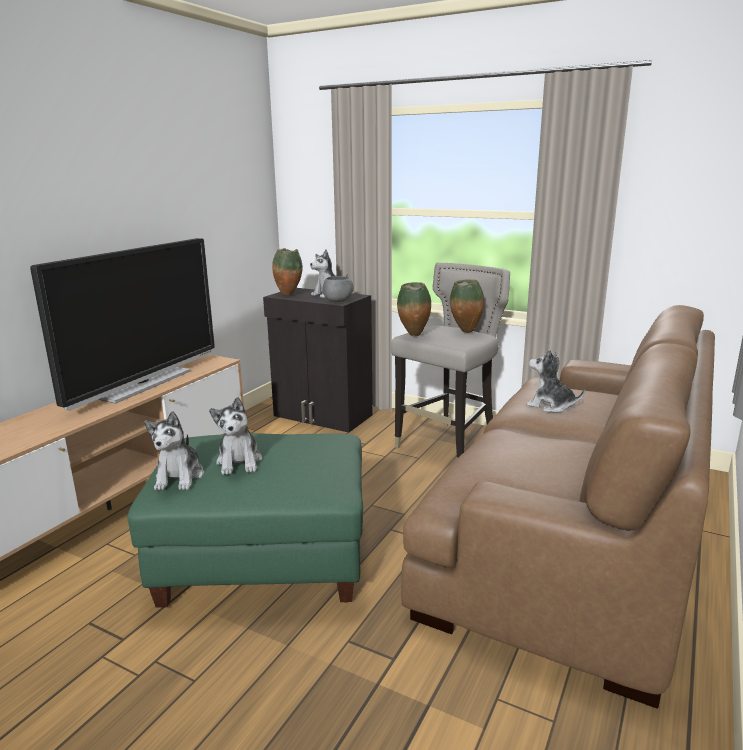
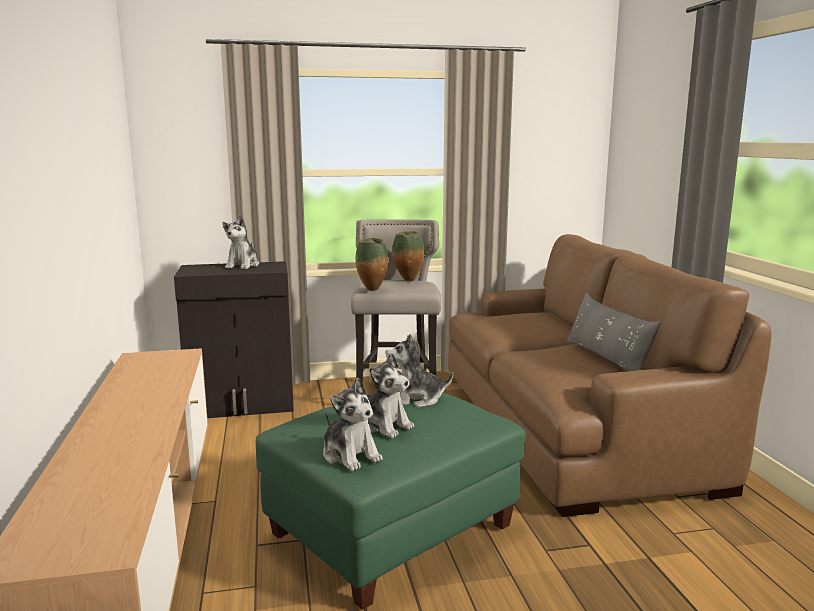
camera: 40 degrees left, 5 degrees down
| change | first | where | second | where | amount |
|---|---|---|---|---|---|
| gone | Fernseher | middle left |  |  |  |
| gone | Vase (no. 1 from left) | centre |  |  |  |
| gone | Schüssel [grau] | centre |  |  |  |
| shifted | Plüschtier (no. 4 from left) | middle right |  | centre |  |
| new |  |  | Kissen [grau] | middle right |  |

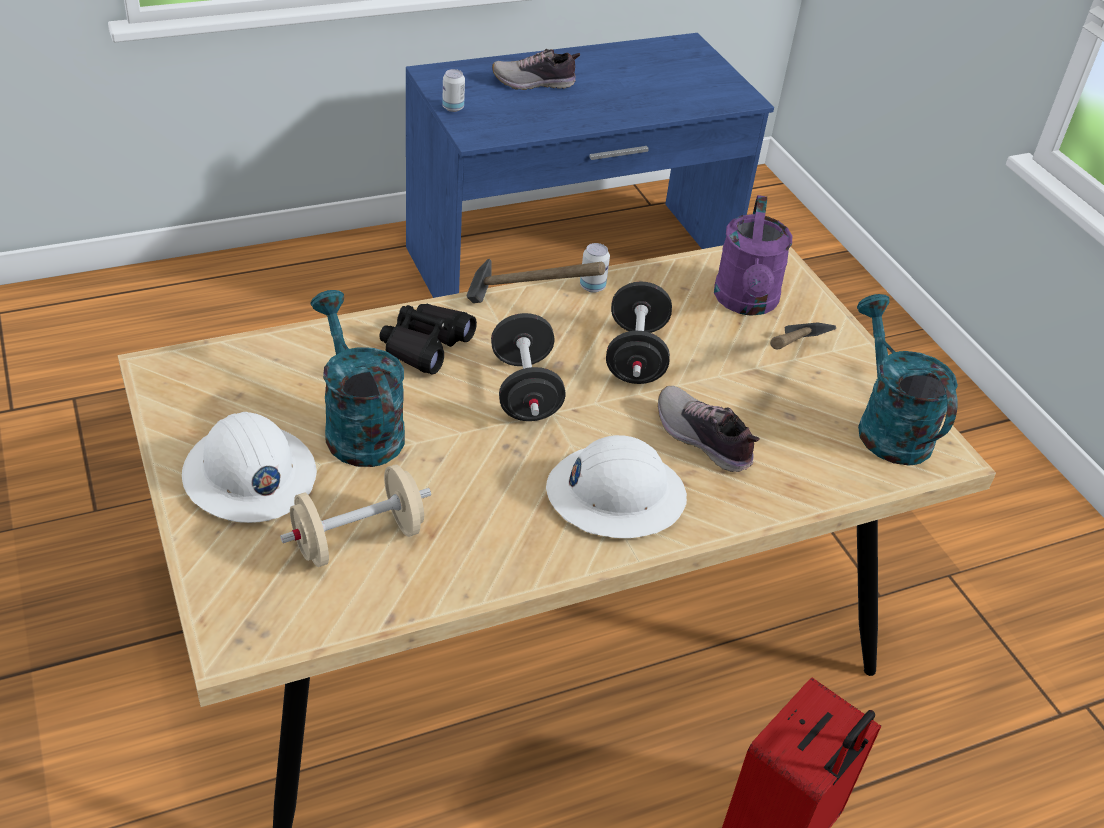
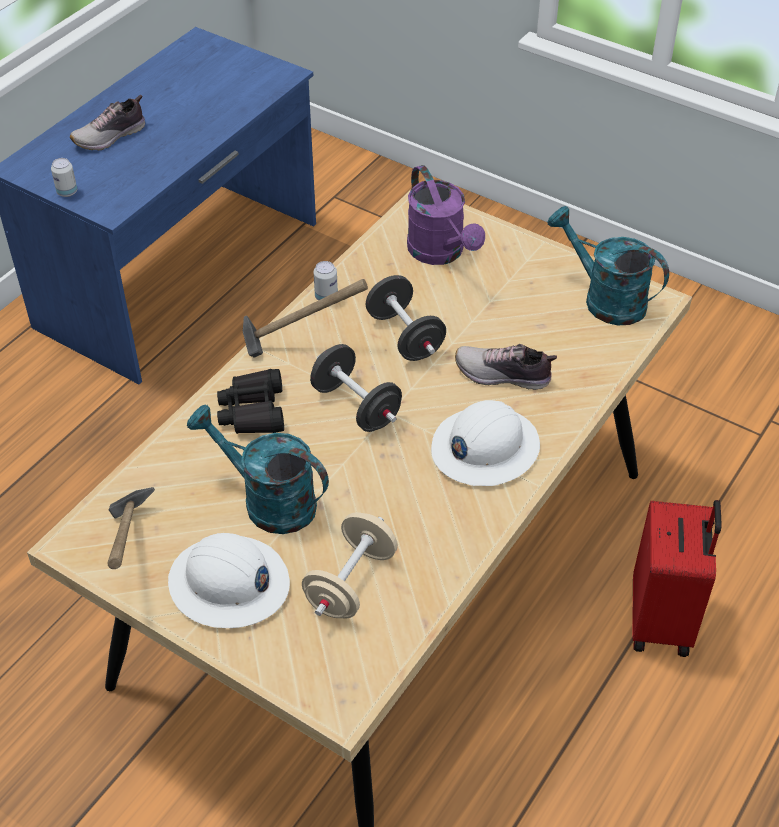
camera: 30 degrees left, 5 degrees up
| change | first | where | second | where | amount |
|---|---|---|---|---|---|
| shifted | Hammer (no. 2 from left in the first image) | middle right | Hammer (no. 1 from left) | middle left |  |

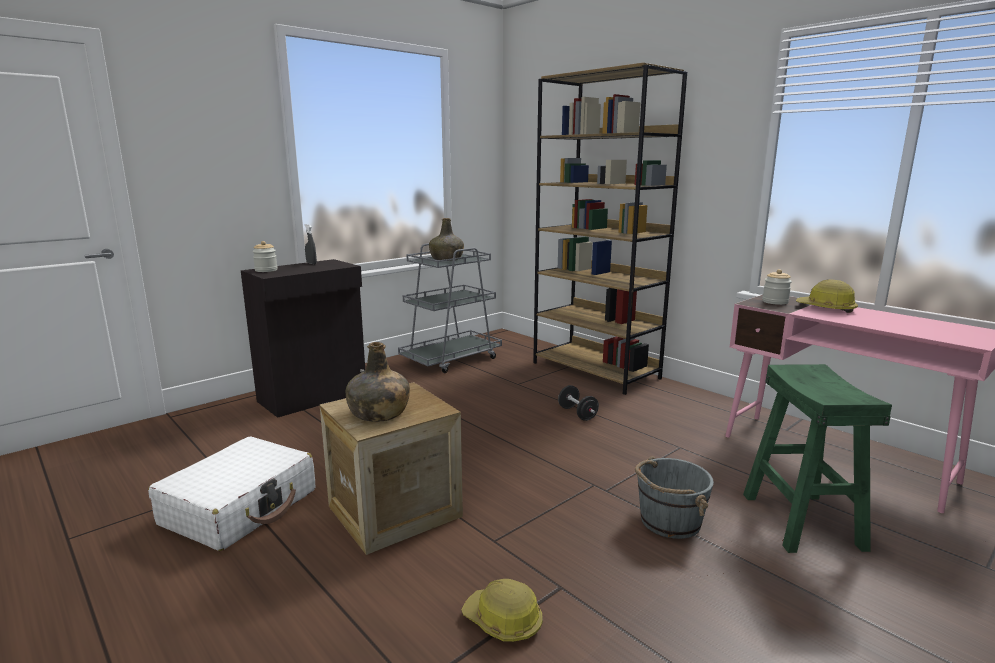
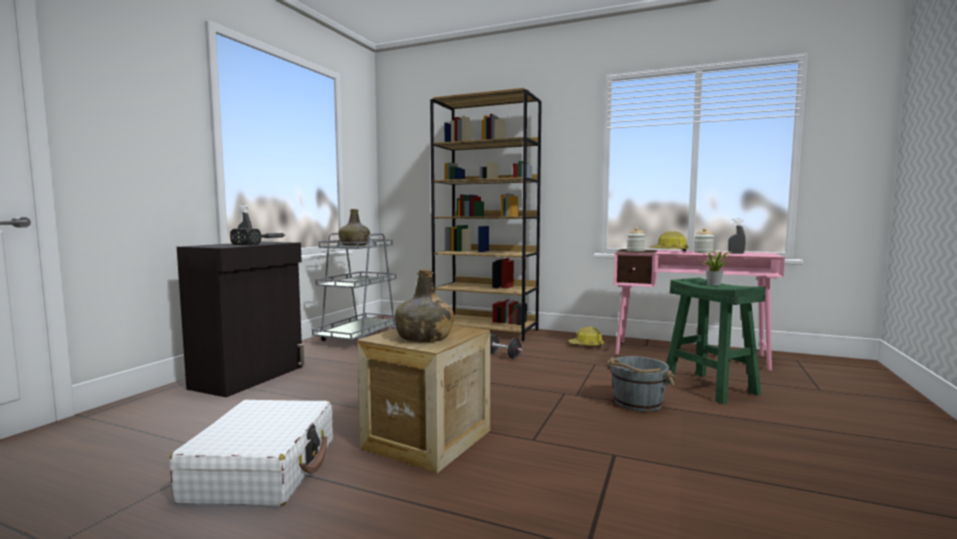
camera: 25 degrees left, 10 degrees down
| change | first | where | second | where | amount |
|---|---|---|---|---|---|
| shifted | Vorratsglas (no. 1 from left in the first image) | middle left | Vorratsglas (no. 2 from left) | middle right |  |
| shifted | Schutzhelm (no. 1 from left) | bottom centre |  | centre |  |
| new |  |  | Hammer | middle left |  |
| new |  |  | Topfpflanze | middle right |  |
| new |  |  | Sprühflasche [grau] (no. 2 from left) | middle right |  |

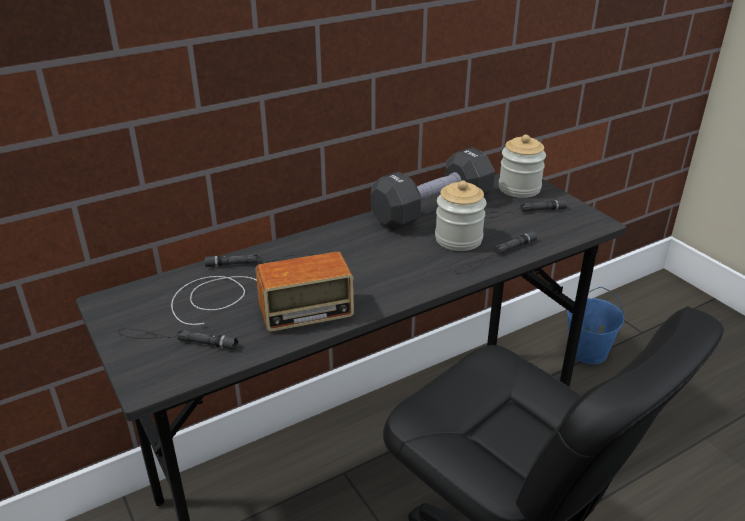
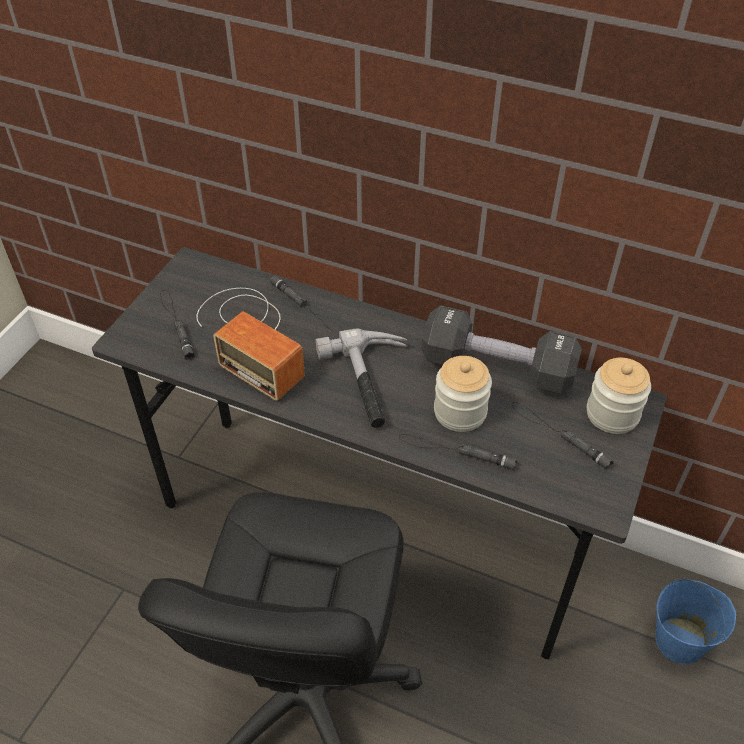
camera: 55 degrees right, 15 degrees up
| change | first | where | second | where | amount |
|---|---|---|---|---|---|
| new |  |  | Hammer | centre |  |

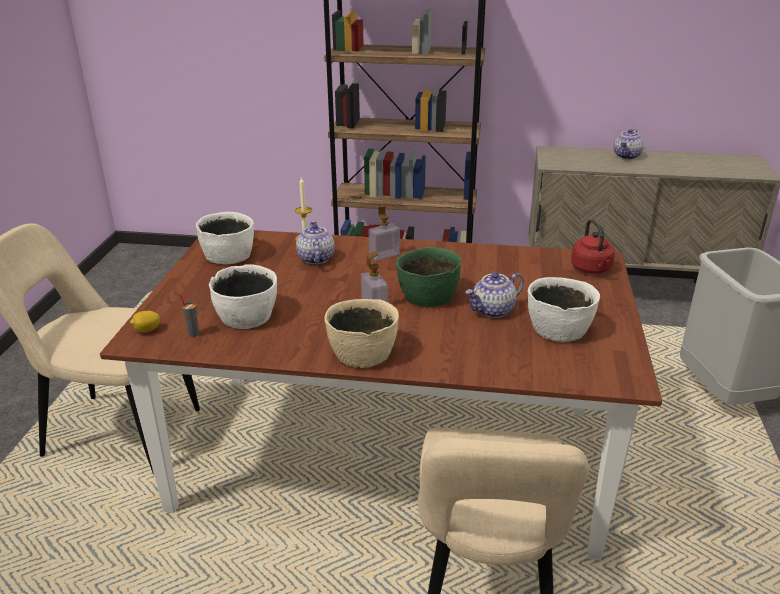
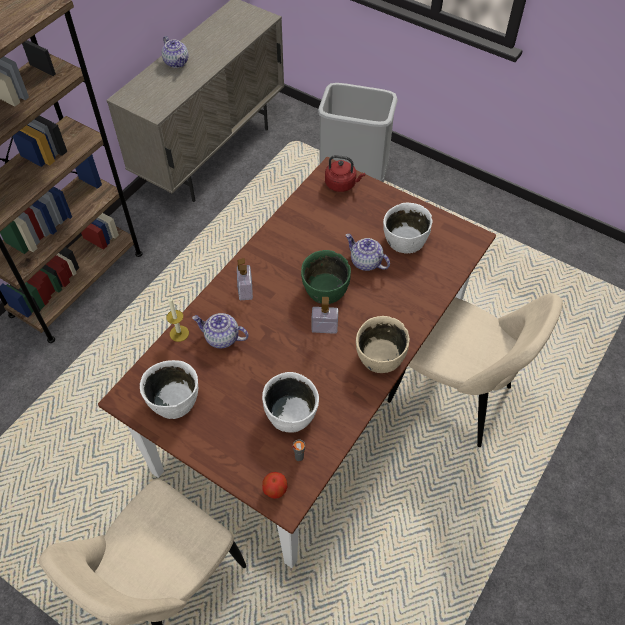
camera: 65 degrees left, 25 degrees up
| change | first | where | second | where | amount |
|---|---|---|---|---|---|
| swapped | Zitrone | middle left | Apfel | bottom centre |  |
| rotated | Teekanne (no. 2 from left in the first image) | centre | Teekanne (no. 3 from left) | centre | 135 degrees clockwise |

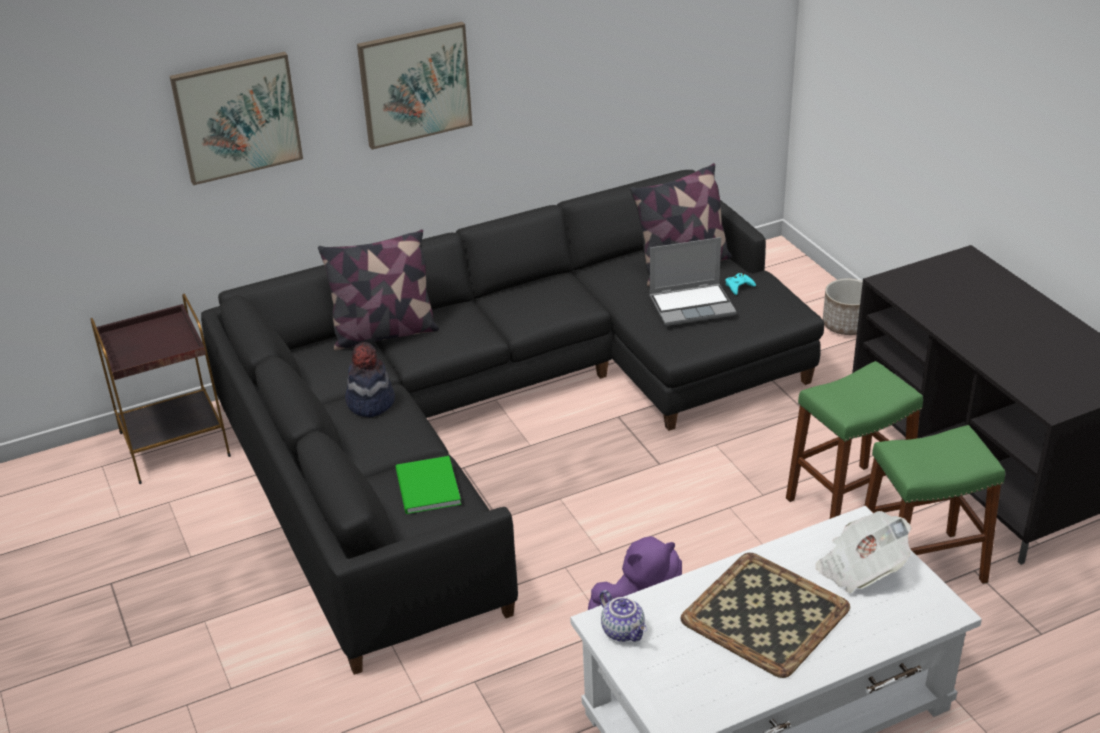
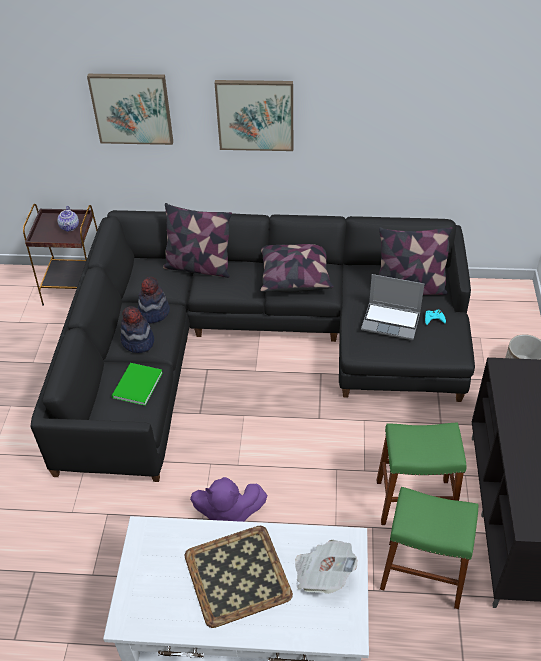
camera: 30 degrees right, 10 degrees up
| change | first | where | second | where | amount |
|---|---|---|---|---|---|
| shifted | Teekanne | bottom centre |  | top left |  |
| new |  |  | Hut (no. 1 from left) | middle left |  |
| new |  |  | Kissen (no. 2 from left) | centre |  |

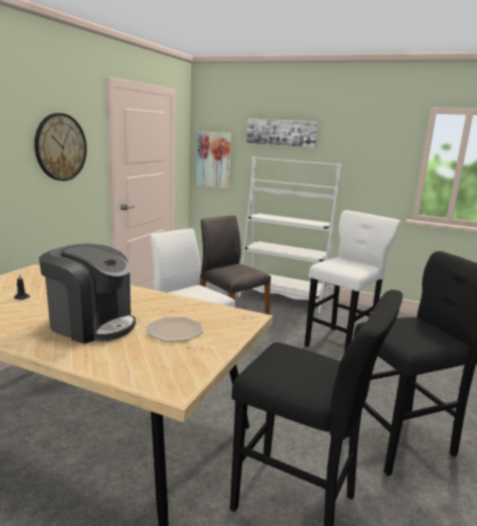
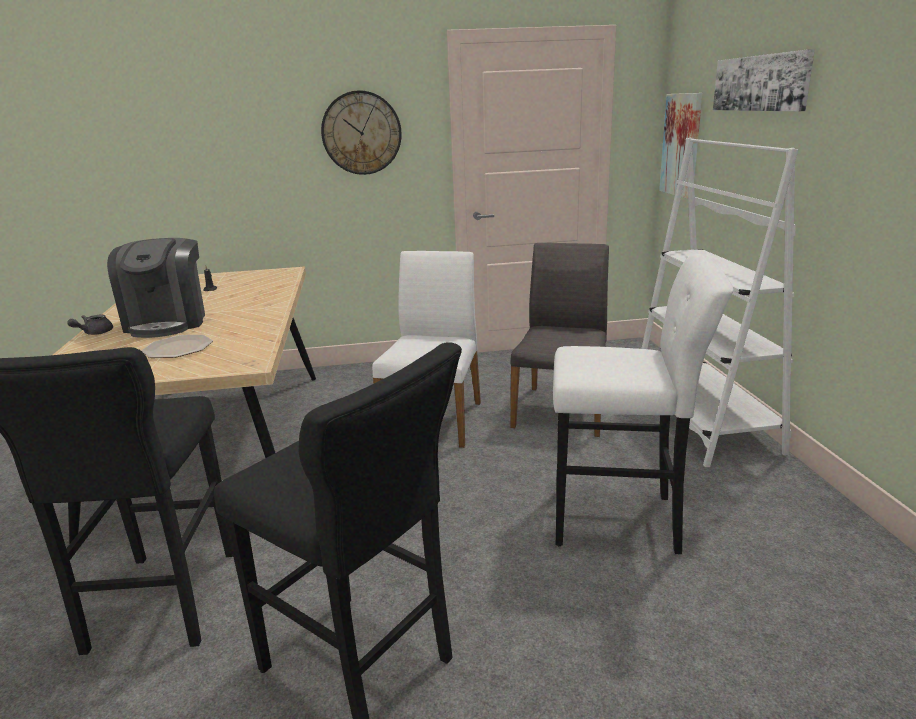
camera: 60 degrees right, 5 degrees up
| change | first | where | second | where | amount |
|---|---|---|---|---|---|
| new |  |  | Teekanne [grau] | middle left |  |

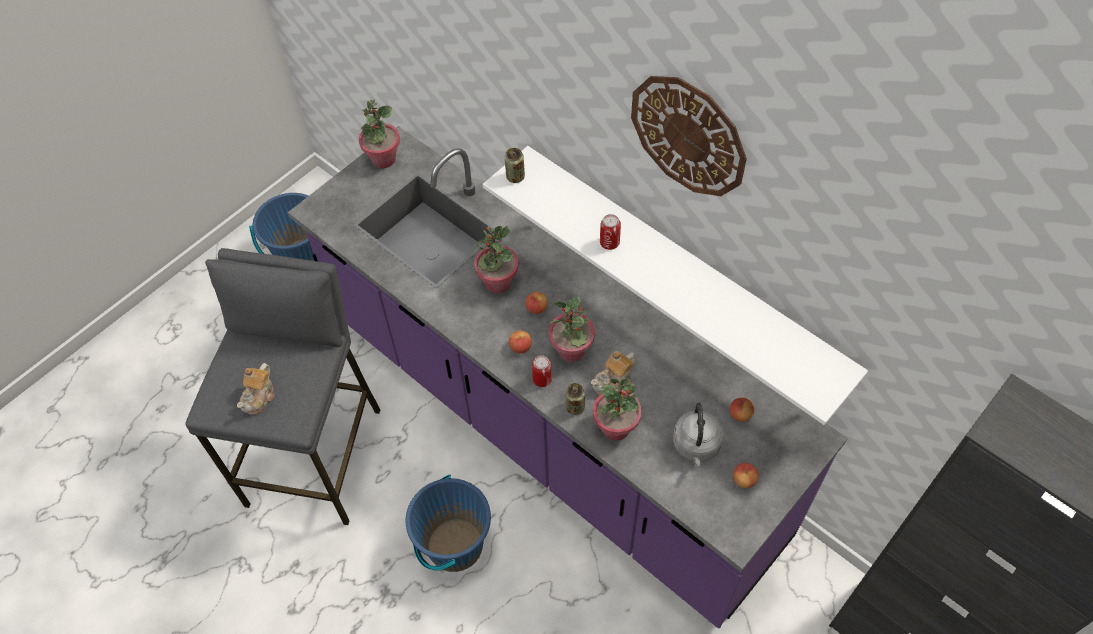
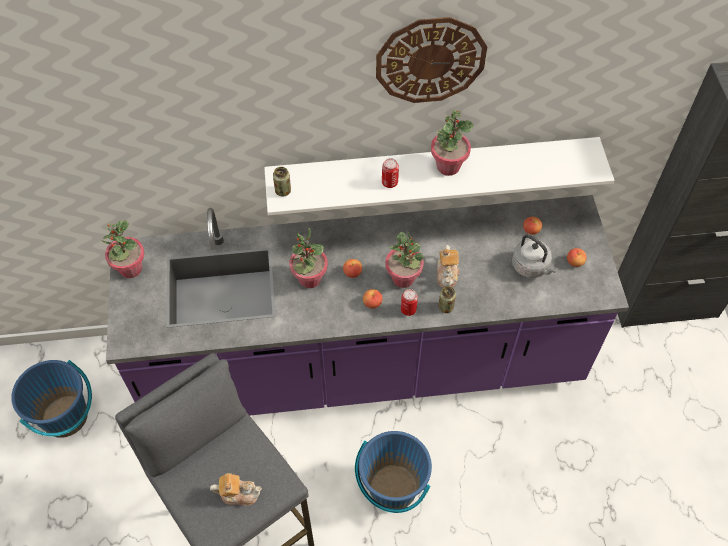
camera: 50 degrees left, 0 degrees up
| change | first | where | second | where | amount |
|---|---|---|---|---|---|
| rotated | Teekanne (no. 1 from left) | middle left |  | bottom left | 60 degrees counterclockwise |
| shifted | Topfpflanze (no. 4 from left) | centre |  | top centre |  |

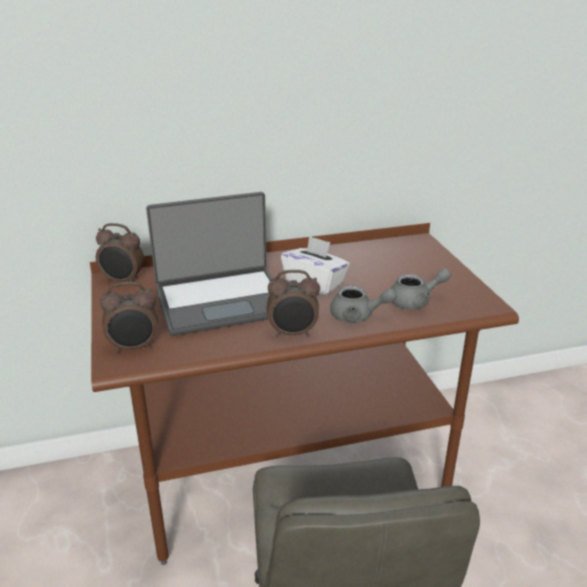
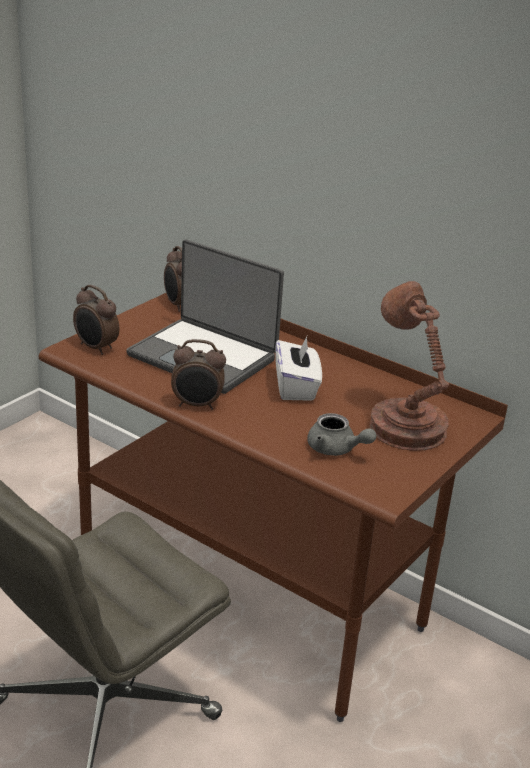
camera: 50 degrees right, 0 degrees up
| change | first | where | second | where | amount |
|---|---|---|---|---|---|
| rotated | Wecker (no. 3 from left) | centre |  | centre | 45 degrees counterclockwise |
| gone | Teekanne [grau] (no. 1 from left) | centre |  |  |  |
| new |  |  | Tischlampe [braun] | middle right |  |

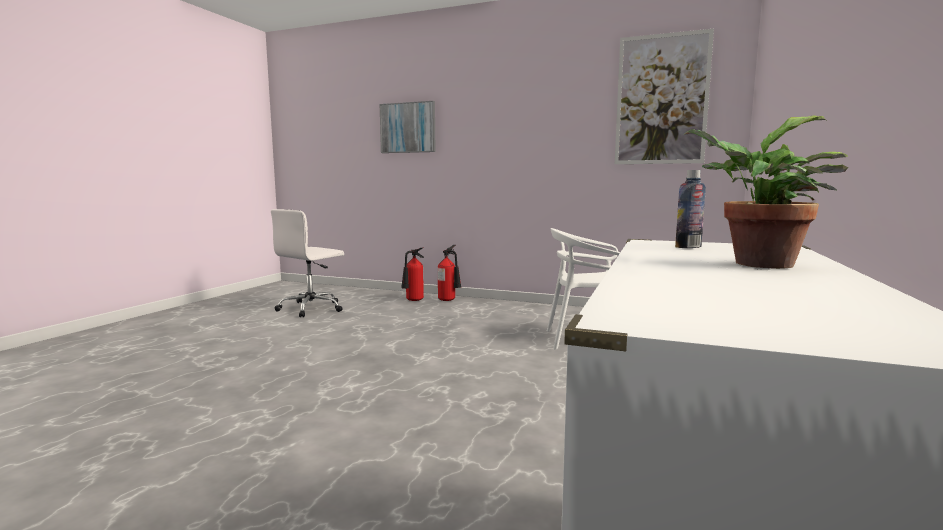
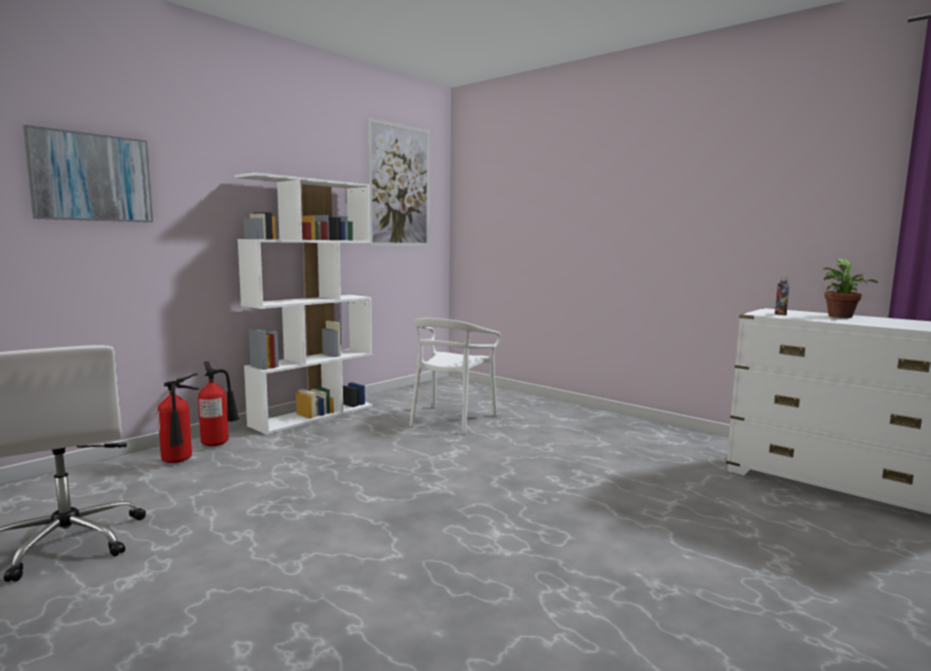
camera: 70 degrees left, 0 degrees up
| change | first | where | second | where | amount |
|---|---|---|---|---|---|
| new |  |  | Bücherregal [weiß] | middle left |  |

